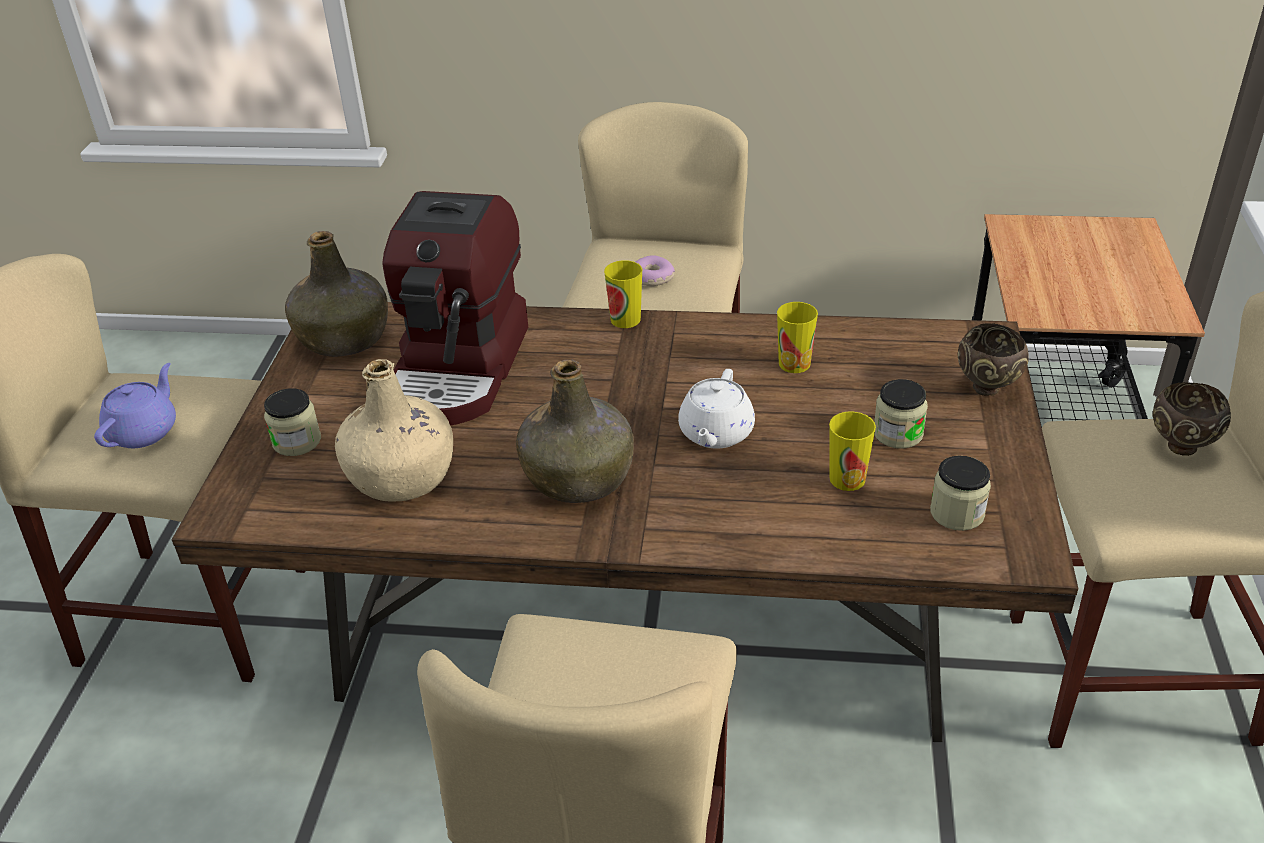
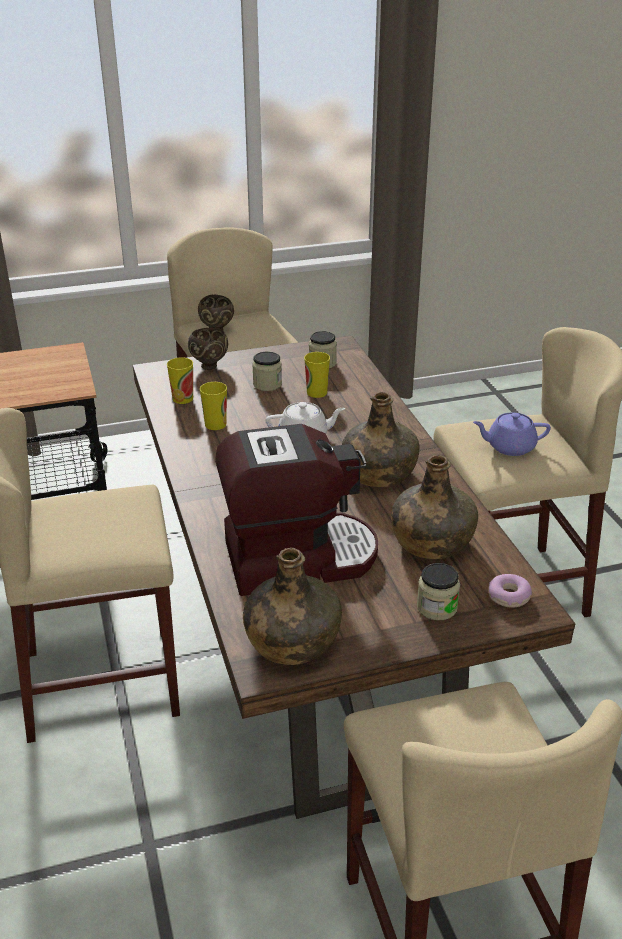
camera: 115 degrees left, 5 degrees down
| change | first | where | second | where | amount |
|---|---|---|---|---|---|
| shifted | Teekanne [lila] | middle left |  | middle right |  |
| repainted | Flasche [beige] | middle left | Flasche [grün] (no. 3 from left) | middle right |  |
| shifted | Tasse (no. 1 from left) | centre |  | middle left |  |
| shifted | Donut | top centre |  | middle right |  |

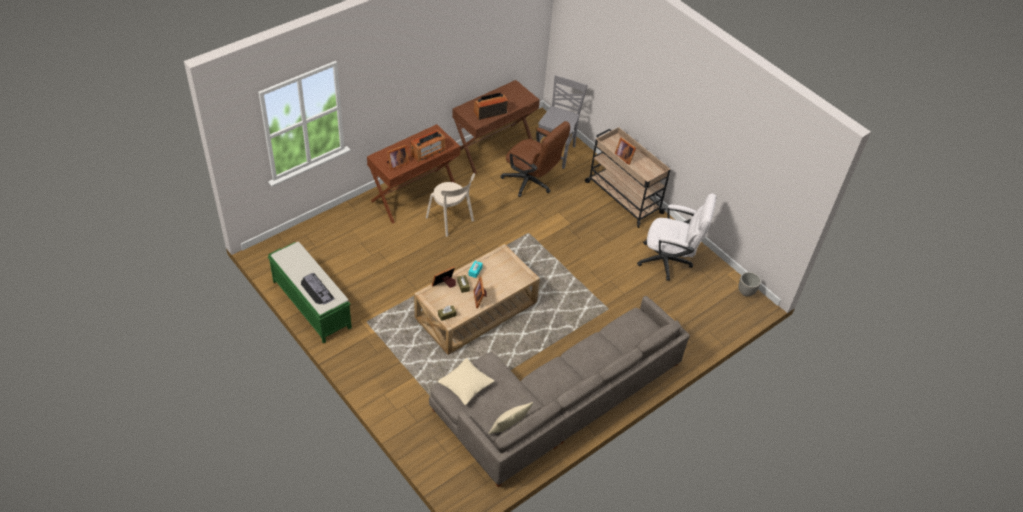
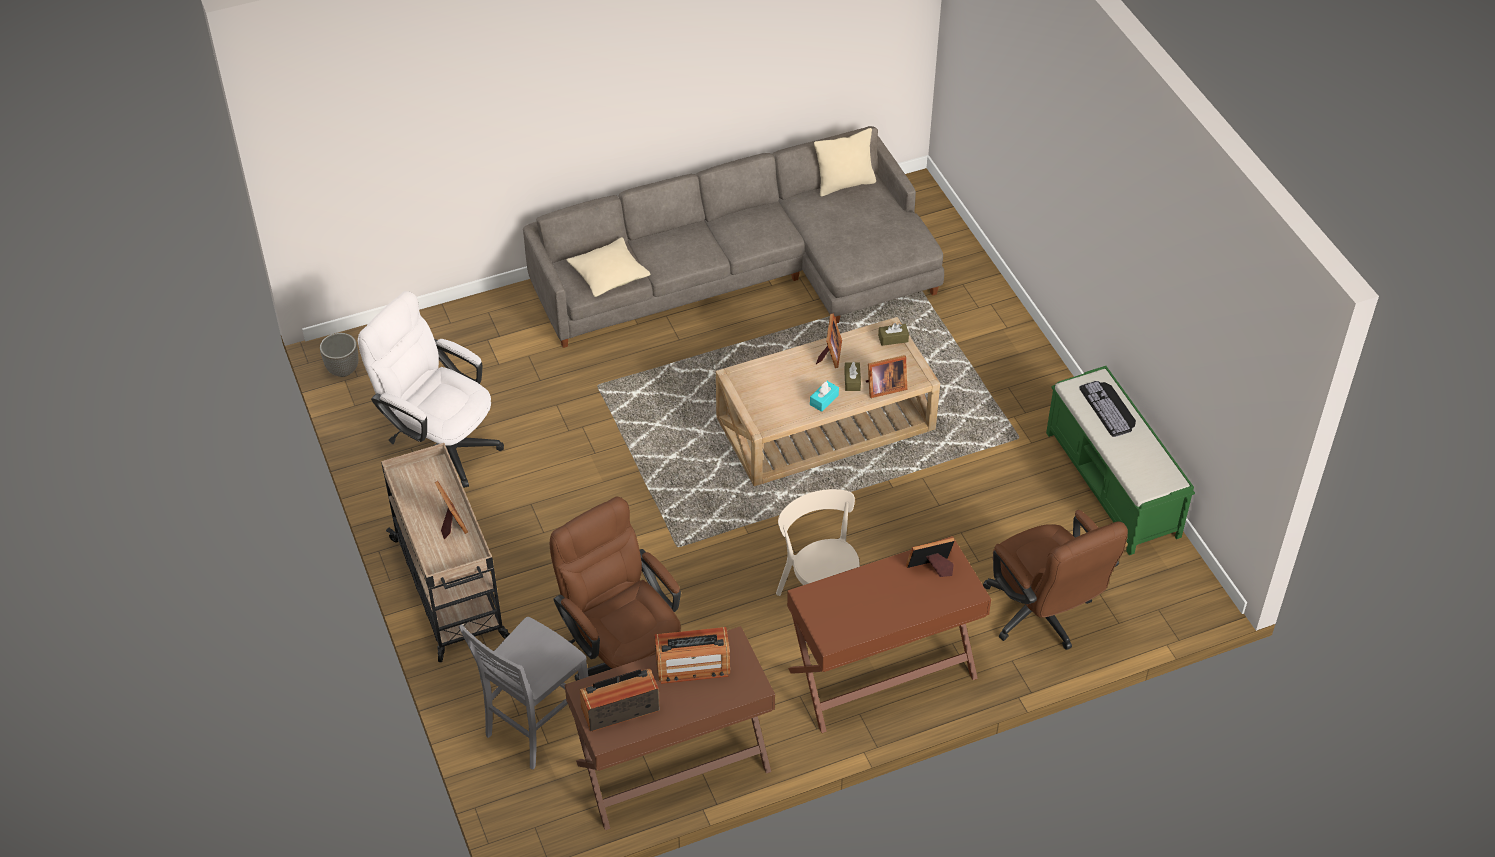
camera: 160 degrees left, 0 degrees up
| change | first | where | second | where | amount |
|---|---|---|---|---|---|
| shifted | Radio (no. 1 from left) | top centre |  | bottom centre |  |
| shifted | Kissen [beige] (no. 1 from left) | bottom centre |  | top centre |  |
| new |  |  | Bürostuhl [braun] (no. 2 from left) | bottom right |  |

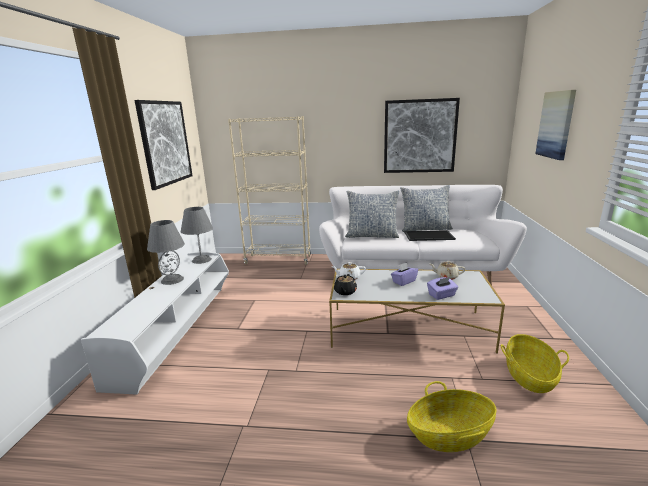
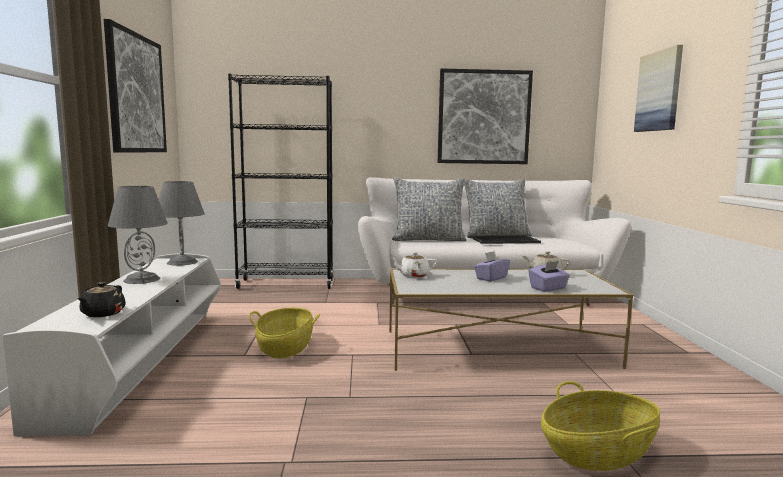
camera: 10 degrees left, 10 degrees down
| change | first | where | second | where | amount |
|---|---|---|---|---|---|
| repainted | Bücherregal [beige] | centre | Bücherregal [schwarz] | centre |  |
| shifted | Teekanne [schwarz] | centre |  | middle left |  |
| shifted | Korb (no. 2 from left in the first image) | bottom right | Korb (no. 1 from left) | bottom centre |  |

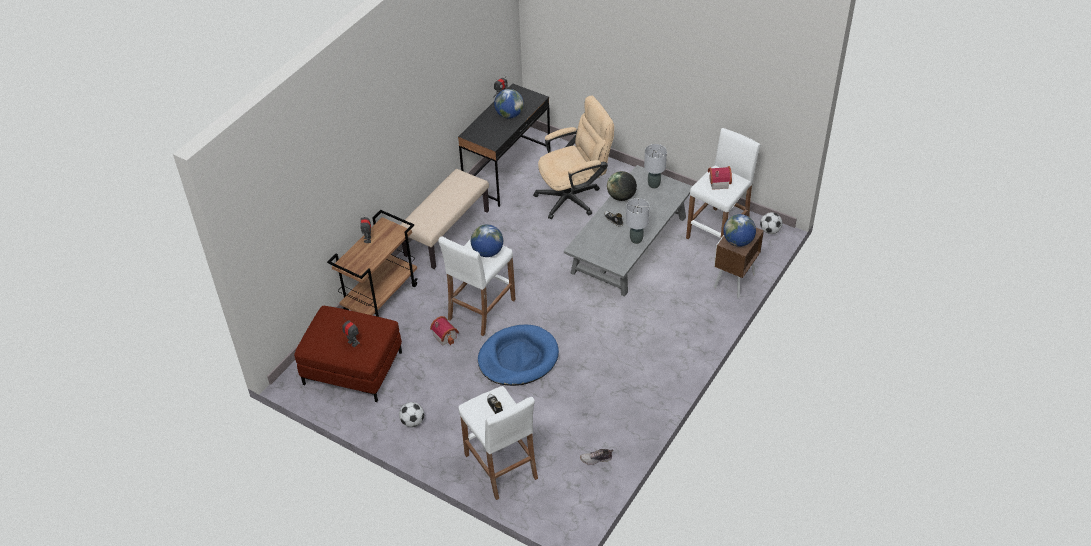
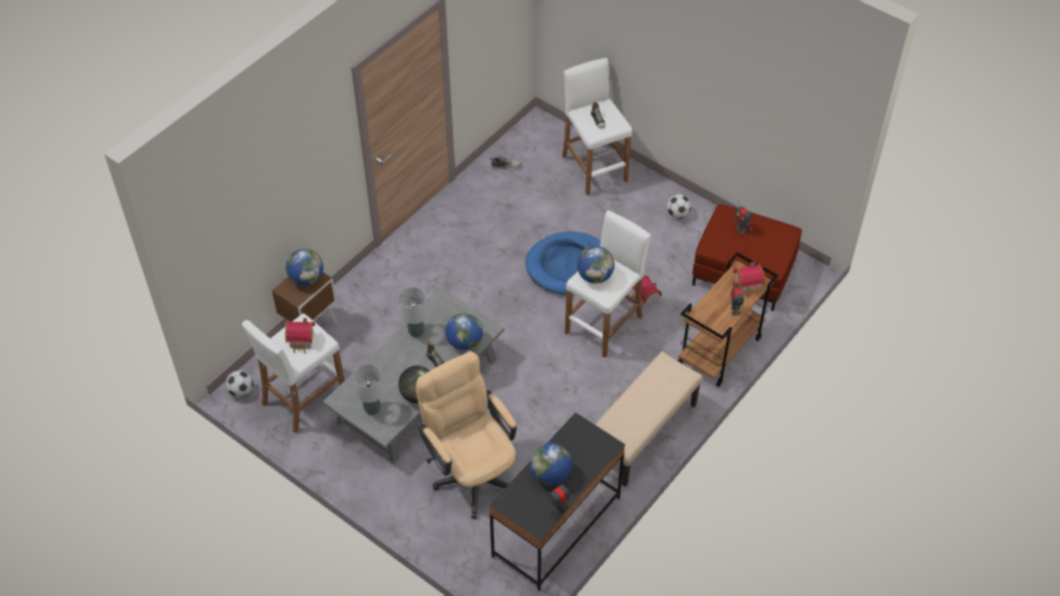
camera: 175 degrees left, 5 degrees up
| change | first | where | second | where | amount |
|---|---|---|---|---|---|
| rotated | Bürostuhl [beige] | top centre |  | bottom centre | 75 degrees clockwise |
| new |  |  | Globus (no. 3 from left) | centre |  |
| new |  |  | Spielzeughaus (no. 3 from left) | middle right |  |

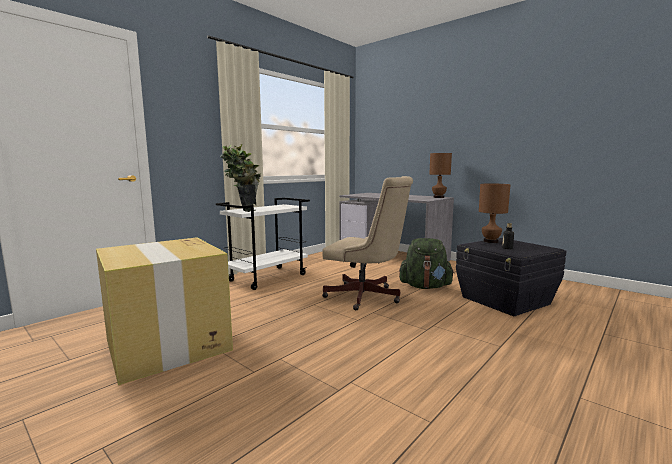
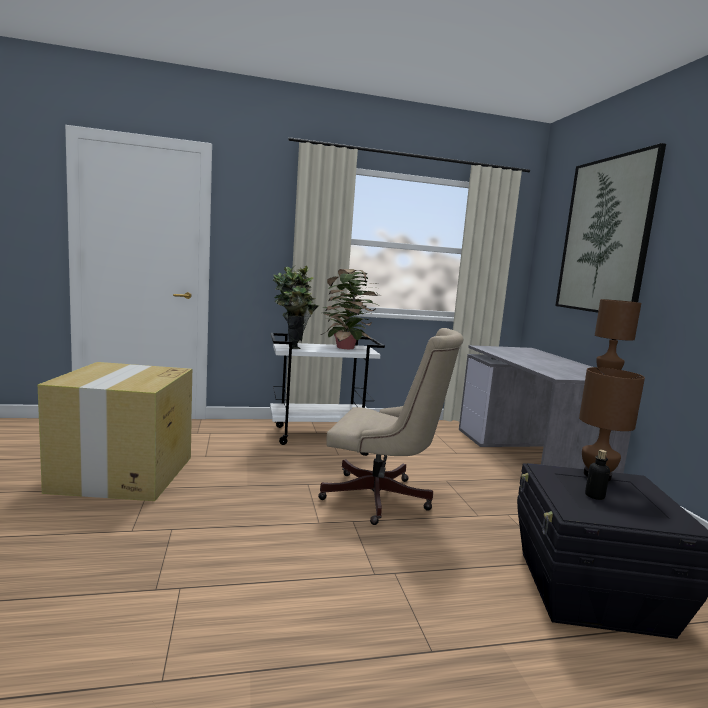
camera: 35 degrees right, 0 degrees up
| change | first | where | second | where | amount |
|---|---|---|---|---|---|
| rotated | Bürostuhl [beige] | centre |  | centre | 45 degrees counterclockwise |
| gone | Rucksack [grün] | centre |  |  |  |
| new |  |  | Topfpflanze (no. 2 from left) | centre |  |
| new |  |  | Bild | top right |  |

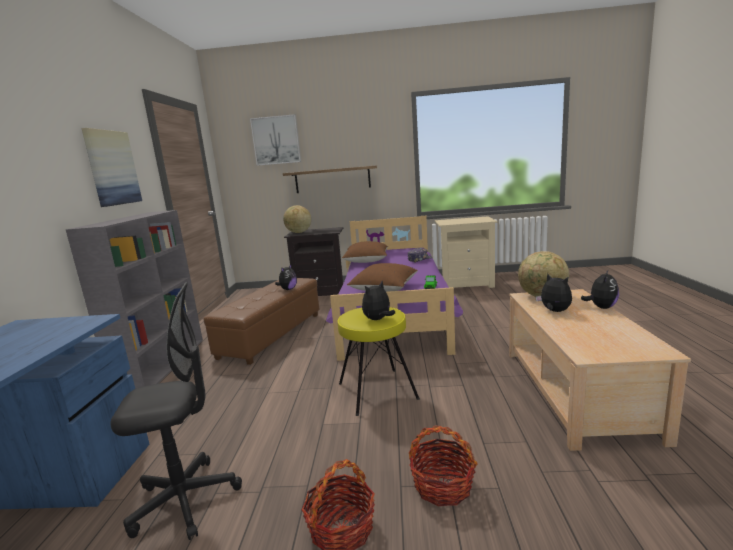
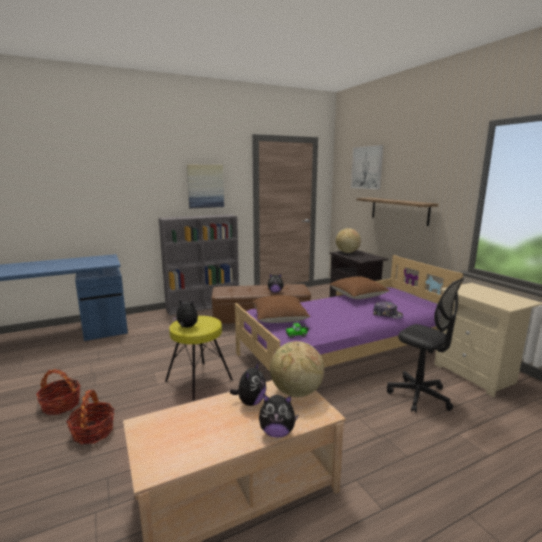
camera: 60 degrees right, 0 degrees up
| change | first | where | second | where | amount |
|---|---|---|---|---|---|
| shifted | Bürostuhl [schwarz] | bottom left |  | middle right |  |

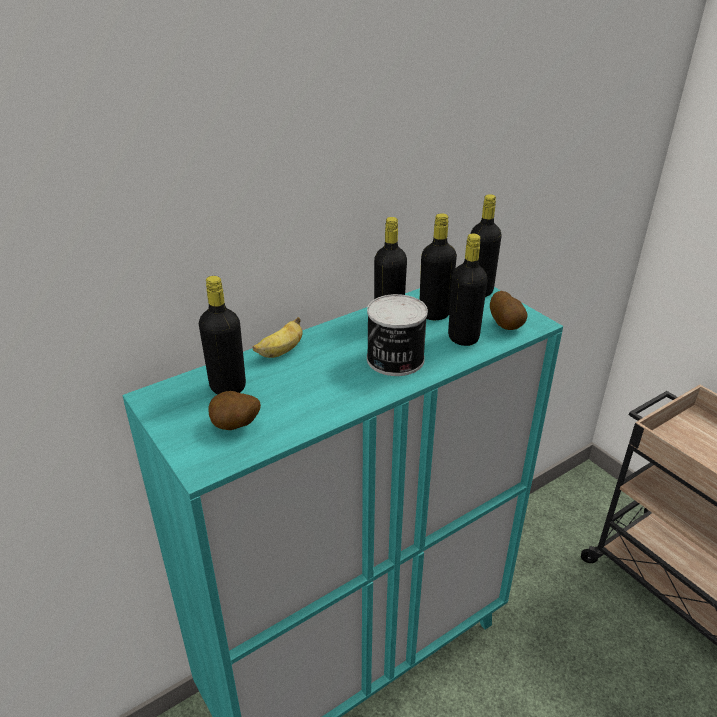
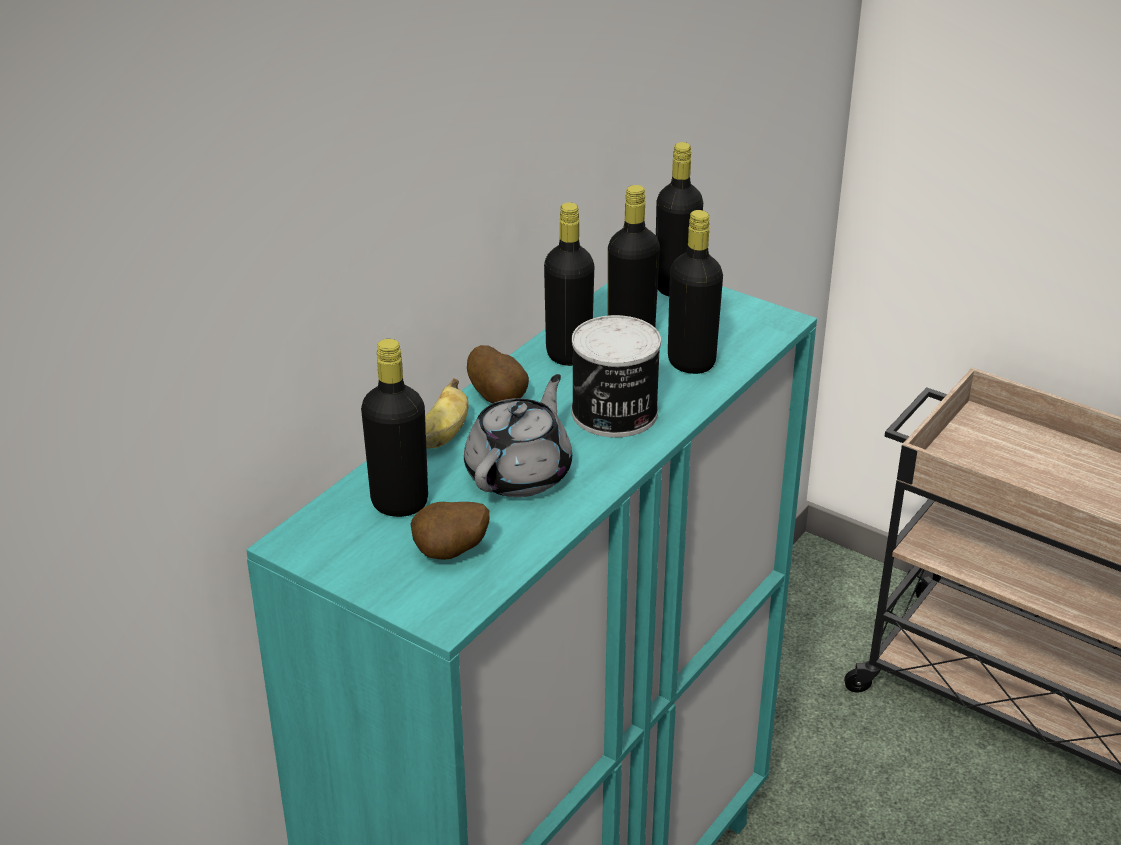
camera: 20 degrees left, 0 degrees up
| change | first | where | second | where | amount |
|---|---|---|---|---|---|
| shifted | Kartoffel (no. 2 from left) | middle right |  | centre |  |
| new |  |  | Teekanne [grau] | centre |  |

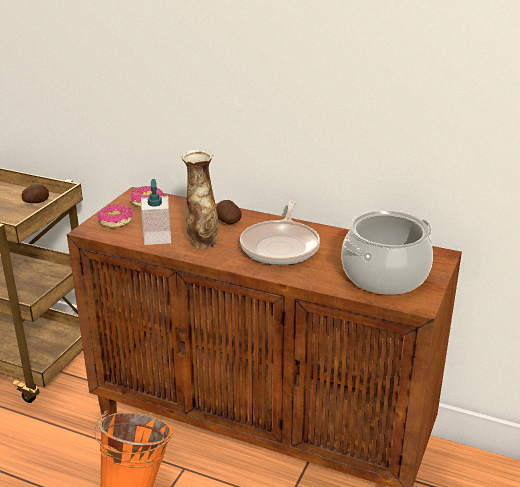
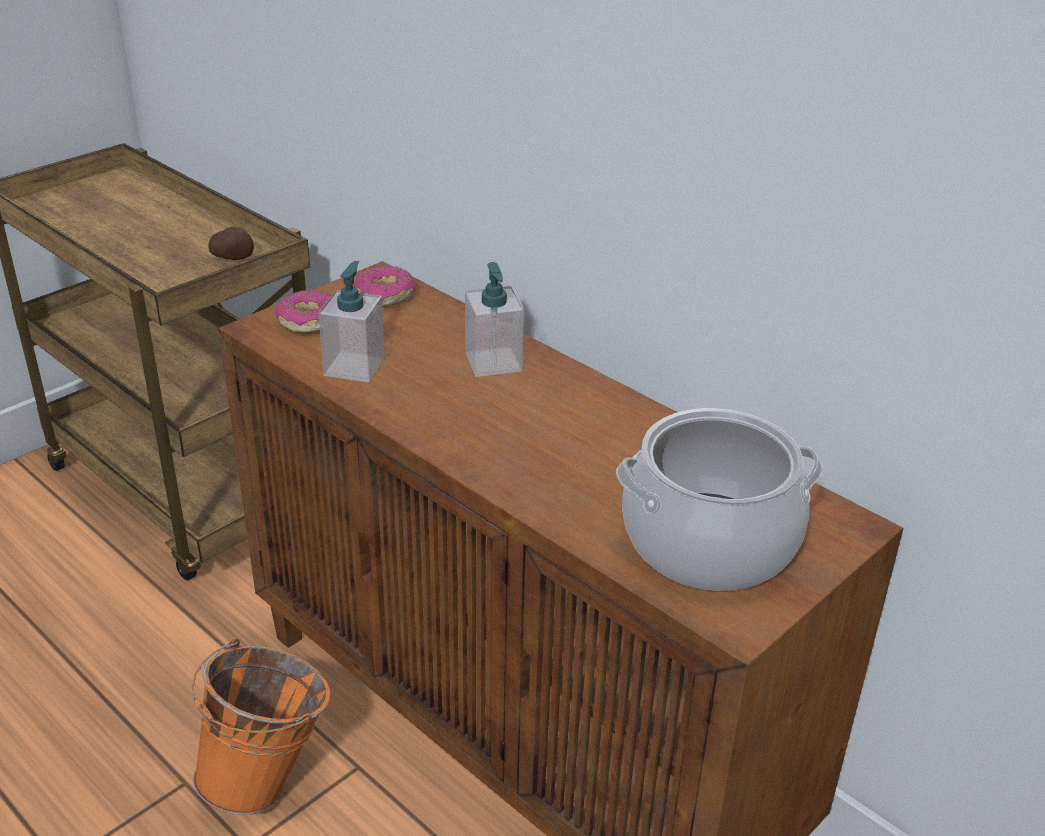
camera: 20 degrees right, 5 degrees up
| change | first | where | second | where | amount |
|---|---|---|---|---|---|
| gone | Vase | centre |  |  |  |
| swapped | Kartoffel (no. 2 from left) | centre | Seifenspender (no. 2 from left) | centre |  |
| gone | Pfanne | centre |  |  |  |

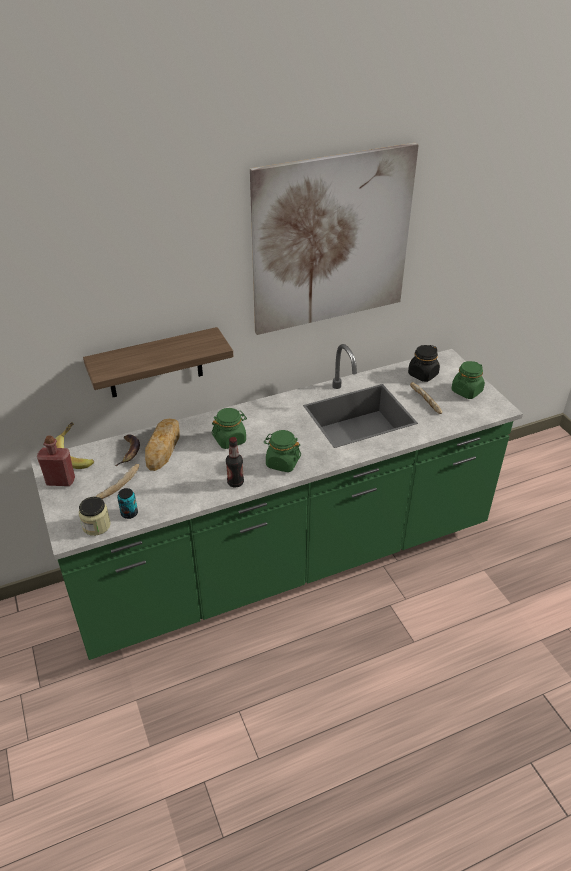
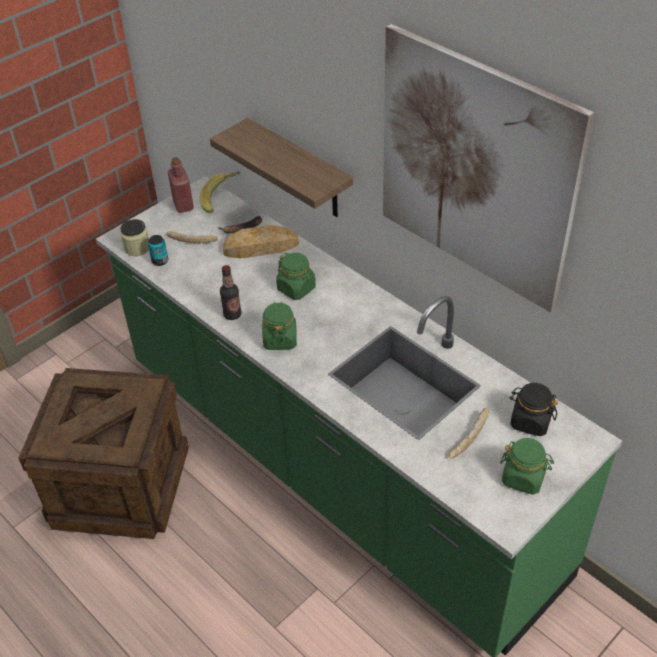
camera: 70 degrees right, 5 degrees up
| change | first | where | second | where | amount |
|---|---|---|---|---|---|
| new |  |  | Kiste | bottom left |  |

